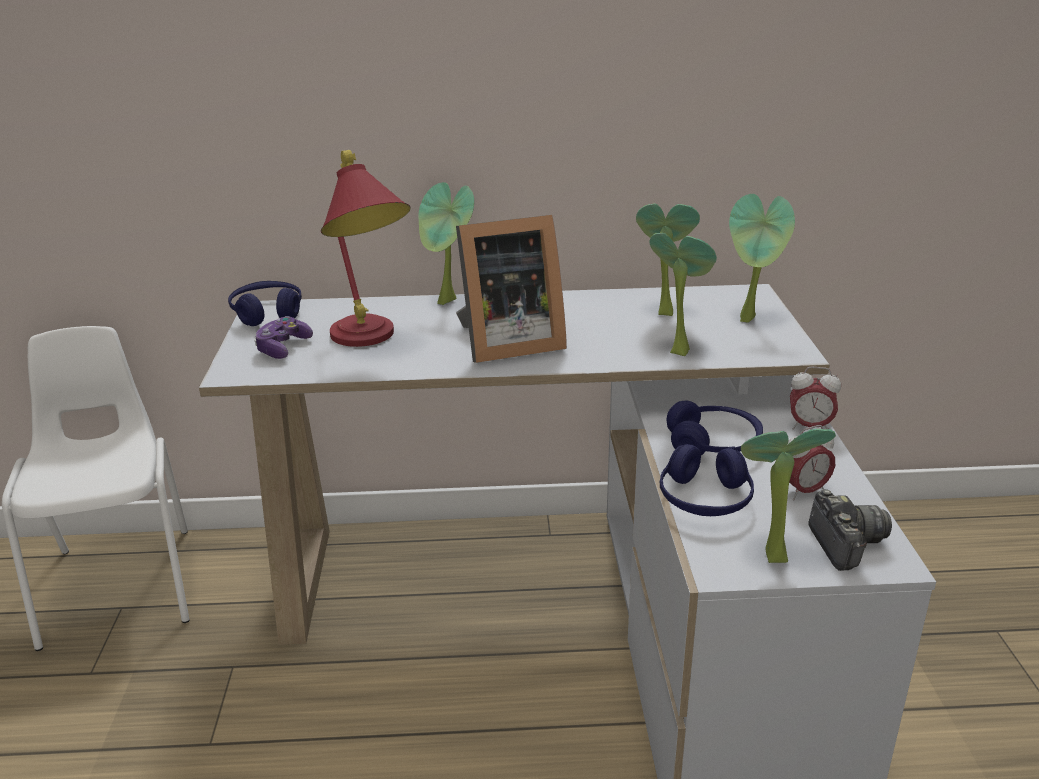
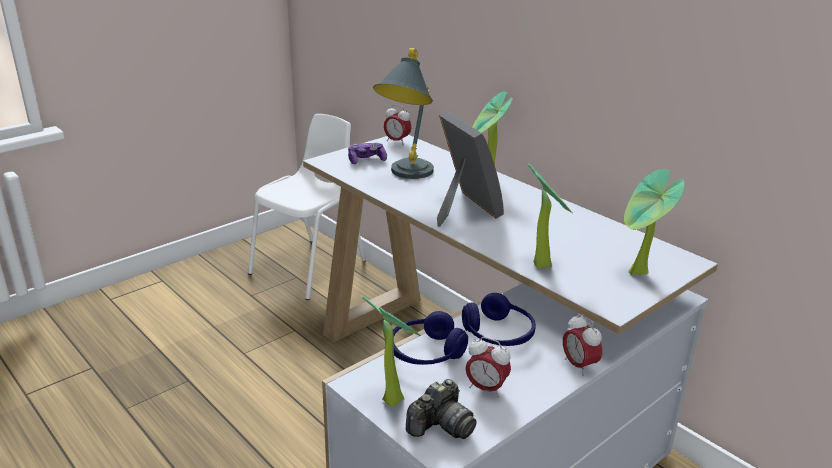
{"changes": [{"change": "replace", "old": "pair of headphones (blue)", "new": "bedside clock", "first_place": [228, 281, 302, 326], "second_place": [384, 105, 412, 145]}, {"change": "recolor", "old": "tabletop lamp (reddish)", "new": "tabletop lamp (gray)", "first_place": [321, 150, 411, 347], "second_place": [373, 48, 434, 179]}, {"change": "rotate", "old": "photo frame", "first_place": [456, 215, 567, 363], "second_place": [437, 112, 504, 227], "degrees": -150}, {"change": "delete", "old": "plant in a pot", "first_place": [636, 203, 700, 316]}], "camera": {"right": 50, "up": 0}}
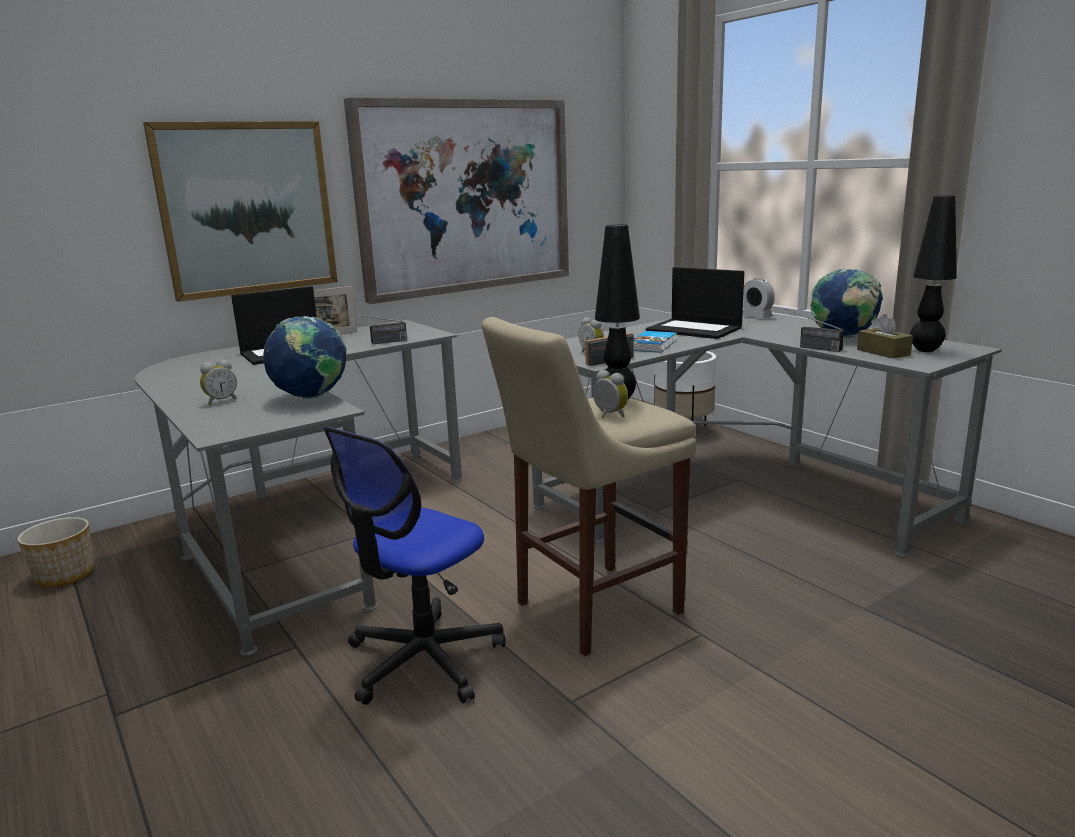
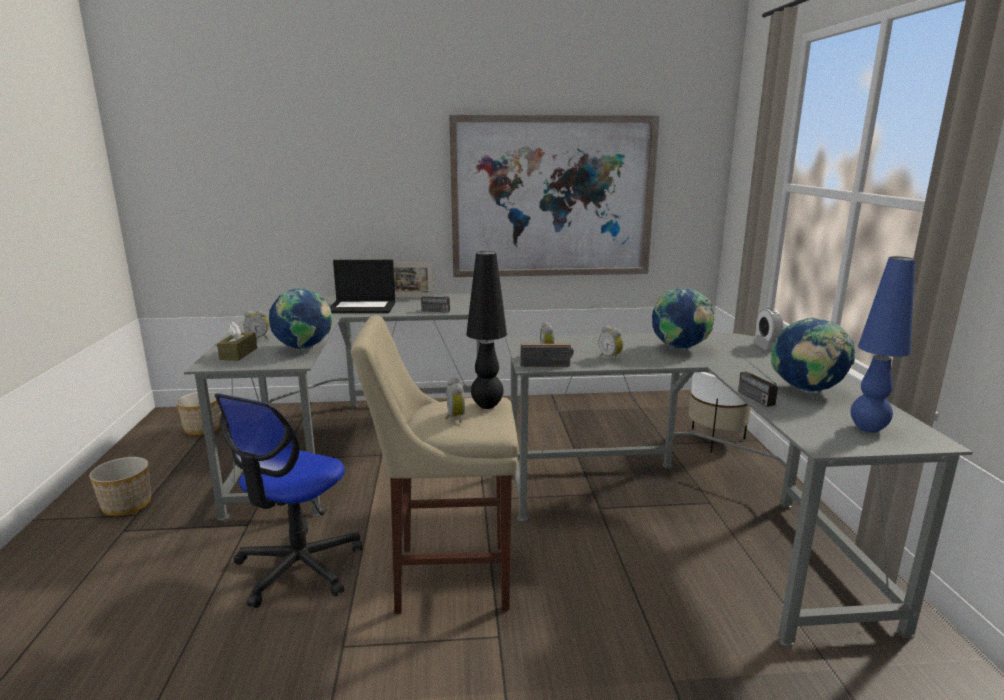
{"changes": [{"change": "delete", "old": "wall picture", "first_place": [143, 121, 338, 302]}, {"change": "rotate", "old": "desk chair", "first_place": [323, 427, 505, 705], "second_place": [214, 393, 362, 608], "degrees": -45}, {"change": "replace", "old": "book", "new": "bedside clock", "first_place": [634, 331, 677, 353], "second_place": [599, 325, 623, 361]}, {"change": "replace", "old": "portable computer", "new": "globe", "first_place": [646, 267, 744, 339], "second_place": [652, 288, 714, 350]}, {"change": "move", "old": "tissue holder (brown-coloured)", "first_place": [857, 314, 913, 359], "second_place": [217, 322, 257, 361]}, {"change": "recolor", "old": "tabletop lamp (black)", "new": "tabletop lamp (blue)", "first_place": [910, 195, 957, 352], "second_place": [851, 256, 915, 433]}, {"change": "insert", "new": "plant pot", "second_place": [89, 457, 151, 516]}], "camera": {"right": 30, "up": 0}}
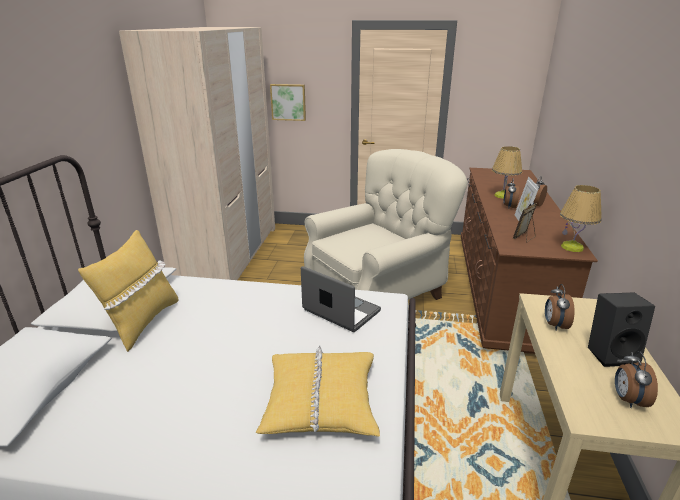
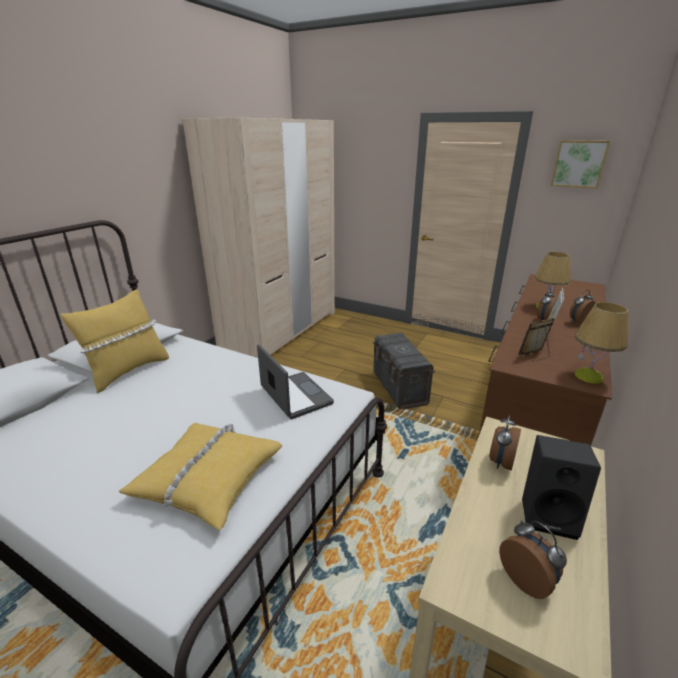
{"changes": [{"change": "move", "old": "wall picture", "first_place": [270, 84, 306, 121], "second_place": [551, 140, 610, 188]}, {"change": "replace", "old": "lounge chair (beige)", "new": "storage container (gray)", "first_place": [304, 149, 468, 300], "second_place": [373, 333, 435, 409]}, {"change": "rotate", "old": "bedside clock", "first_place": [615, 351, 658, 408], "second_place": [499, 520, 567, 599], "degrees": 120}], "camera": {"right": 20, "up": 0}}
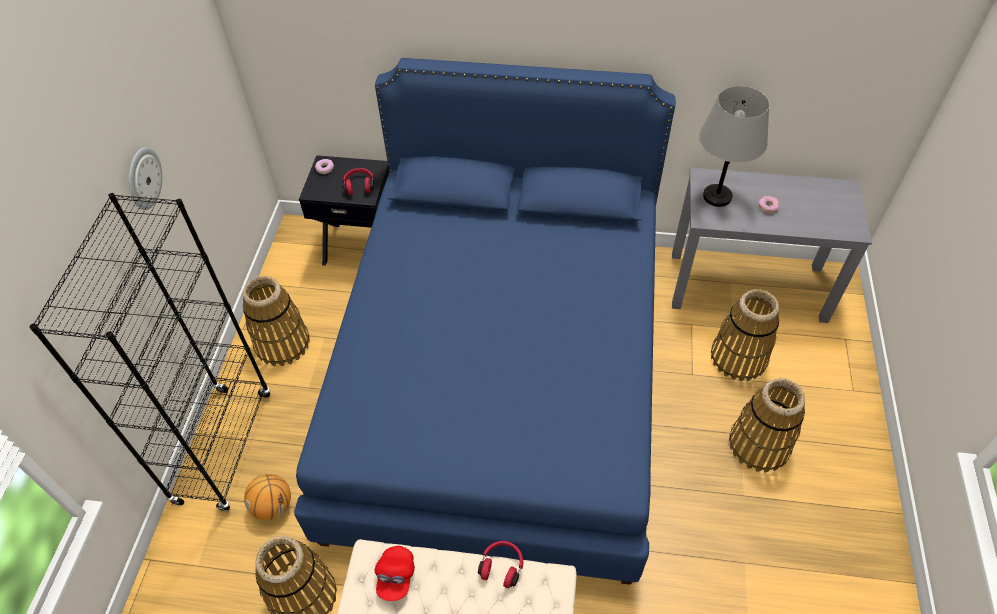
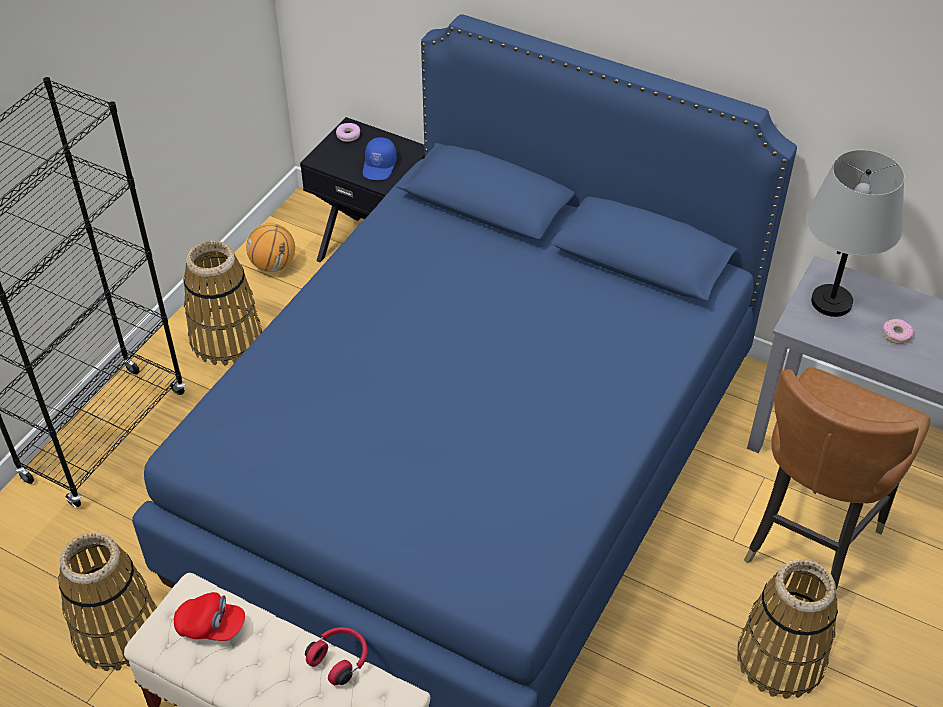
{"changes": [{"change": "delete", "old": "hanging clock", "first_place": [129, 147, 162, 210]}, {"change": "move", "old": "basketball ball", "first_place": [244, 474, 291, 520], "second_place": [246, 223, 295, 272]}, {"change": "replace", "old": "pair of headphones (reddish)", "new": "peaked cap (blue)", "first_place": [343, 168, 374, 195], "second_place": [363, 137, 397, 180]}, {"change": "rotate", "old": "peaked cap (reddish)", "first_place": [375, 546, 415, 601], "second_place": [174, 592, 245, 641], "degrees": -105}, {"change": "replace", "old": "basket", "new": "upright chair (brown-coloured)", "first_place": [711, 289, 779, 381], "second_place": [744, 367, 931, 590]}], "camera": {"right": 20, "up": -5}}
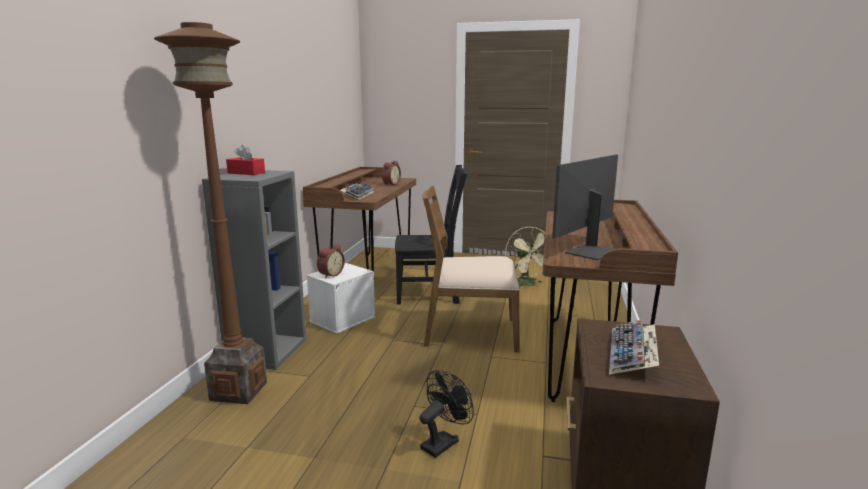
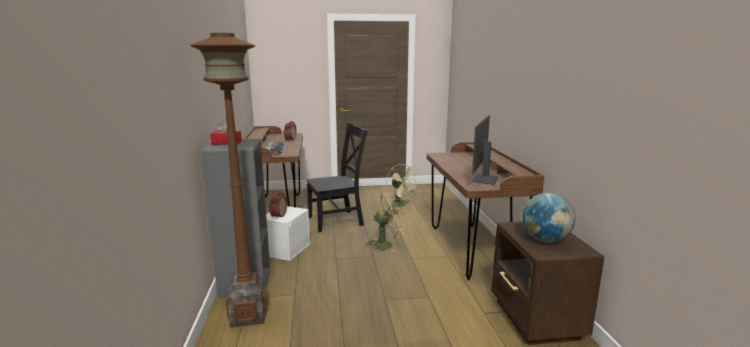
{"changes": [{"change": "delete", "old": "fan (black)", "first_place": [419, 370, 474, 458]}, {"change": "replace", "old": "upright chair (brown-coloured)", "new": "fan (beige)", "first_place": [422, 186, 519, 352], "second_place": [365, 193, 405, 252]}, {"change": "replace", "old": "PC keyboard", "new": "globe", "first_place": [609, 320, 659, 375], "second_place": [522, 193, 576, 243]}], "camera": {"right": -20, "up": 0}}
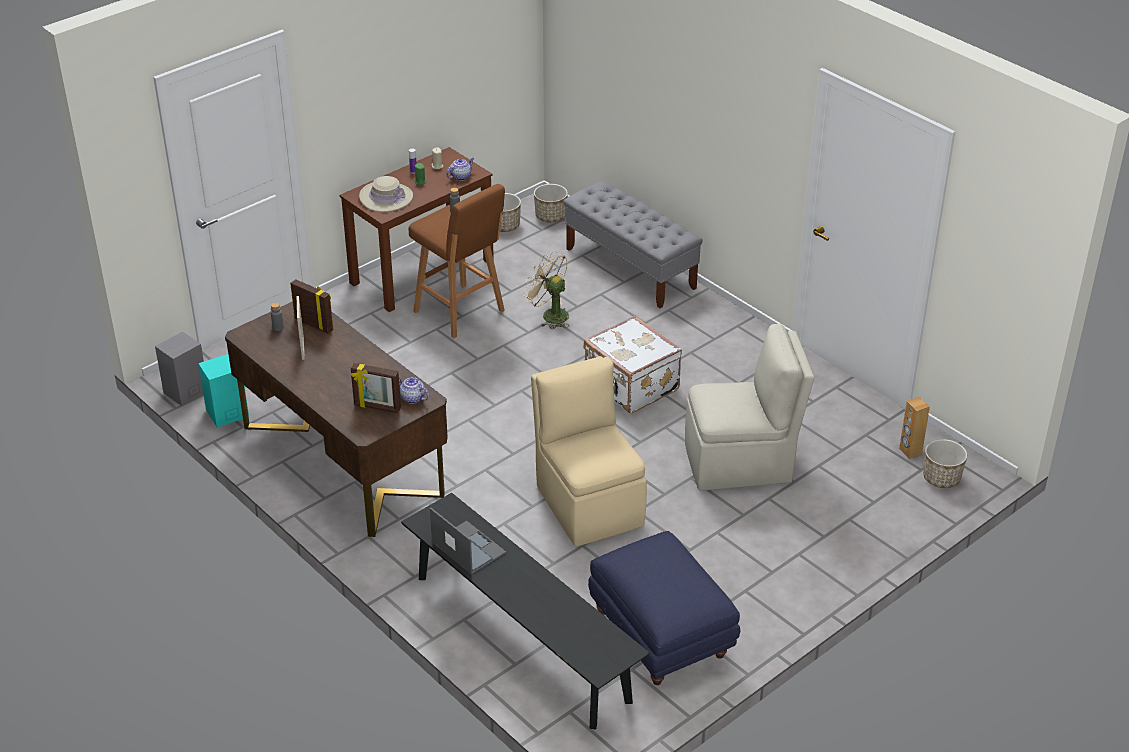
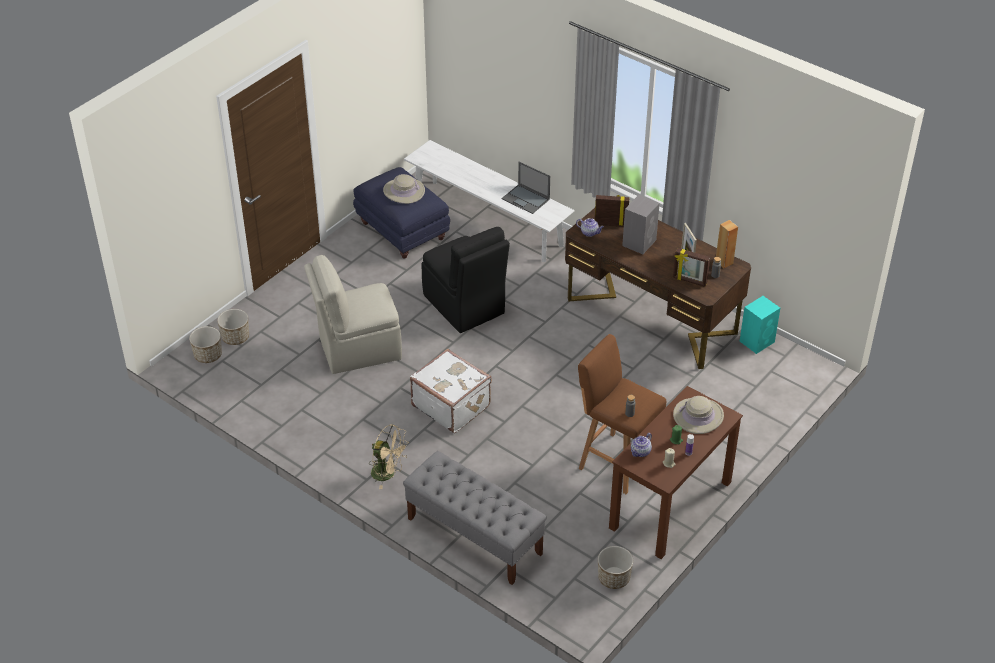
{"changes": [{"change": "move", "old": "loudspeaker (gray)", "first_place": [155, 331, 204, 406], "second_place": [622, 195, 660, 254]}, {"change": "recolor", "old": "bench (black)", "new": "bench (white-coloured)", "first_place": [401, 493, 650, 730], "second_place": [404, 140, 575, 262]}, {"change": "move", "old": "fan (beige)", "first_place": [523, 251, 569, 329], "second_place": [369, 424, 409, 489]}, {"change": "recolor", "old": "upright chair (beige)", "new": "upright chair (black)", "first_place": [531, 356, 647, 546], "second_place": [422, 227, 510, 333]}, {"change": "move", "old": "plant pot", "first_place": [534, 184, 568, 222], "second_place": [217, 309, 249, 345]}, {"change": "move", "old": "loudspeaker (brown-coloured)", "first_place": [899, 397, 930, 459], "second_place": [716, 220, 738, 268]}, {"change": "insert", "new": "clothing hat (beige)", "second_place": [383, 174, 425, 204]}], "camera": {"right": 170, "up": 5}}
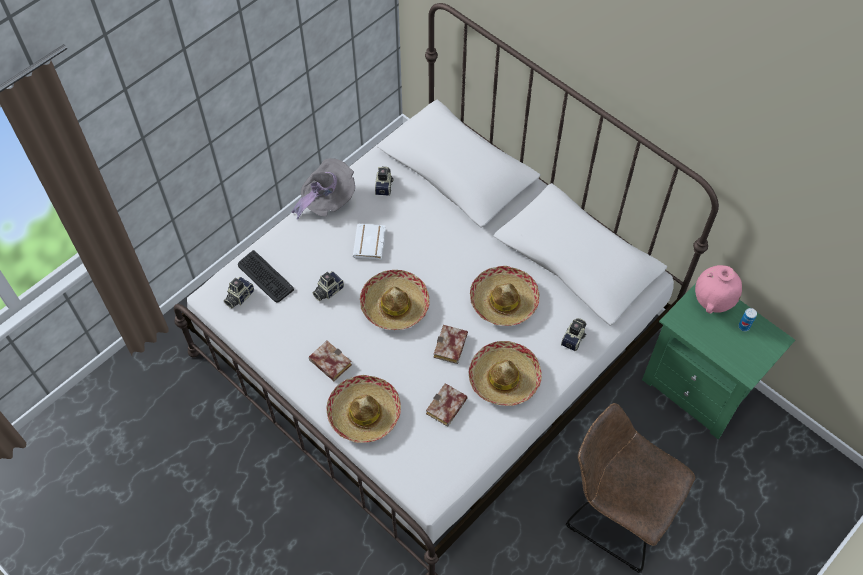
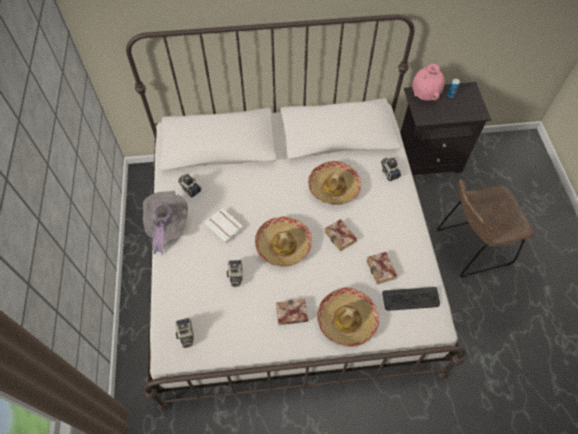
{"changes": [{"change": "move", "old": "PC keyboard", "first_place": [238, 250, 294, 303], "second_place": [382, 287, 440, 311]}, {"change": "delete", "old": "clothing hat", "first_place": [469, 341, 542, 406]}, {"change": "recolor", "old": "bedside table (greenish)", "new": "bedside table (black)", "first_place": [642, 283, 795, 439], "second_place": [400, 82, 491, 175]}], "camera": {"right": -50, "up": 0}}
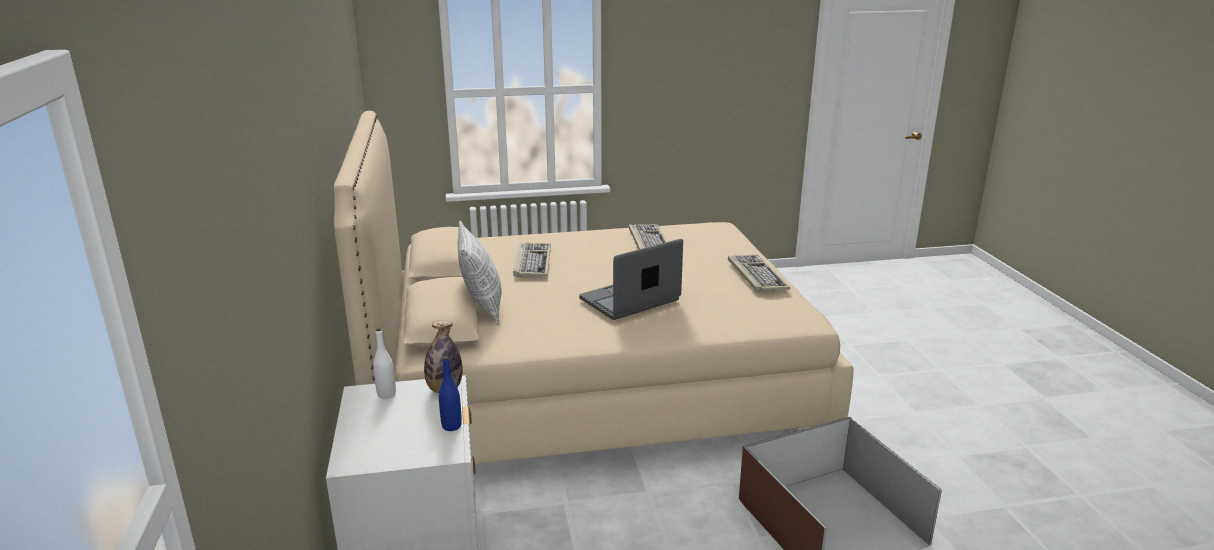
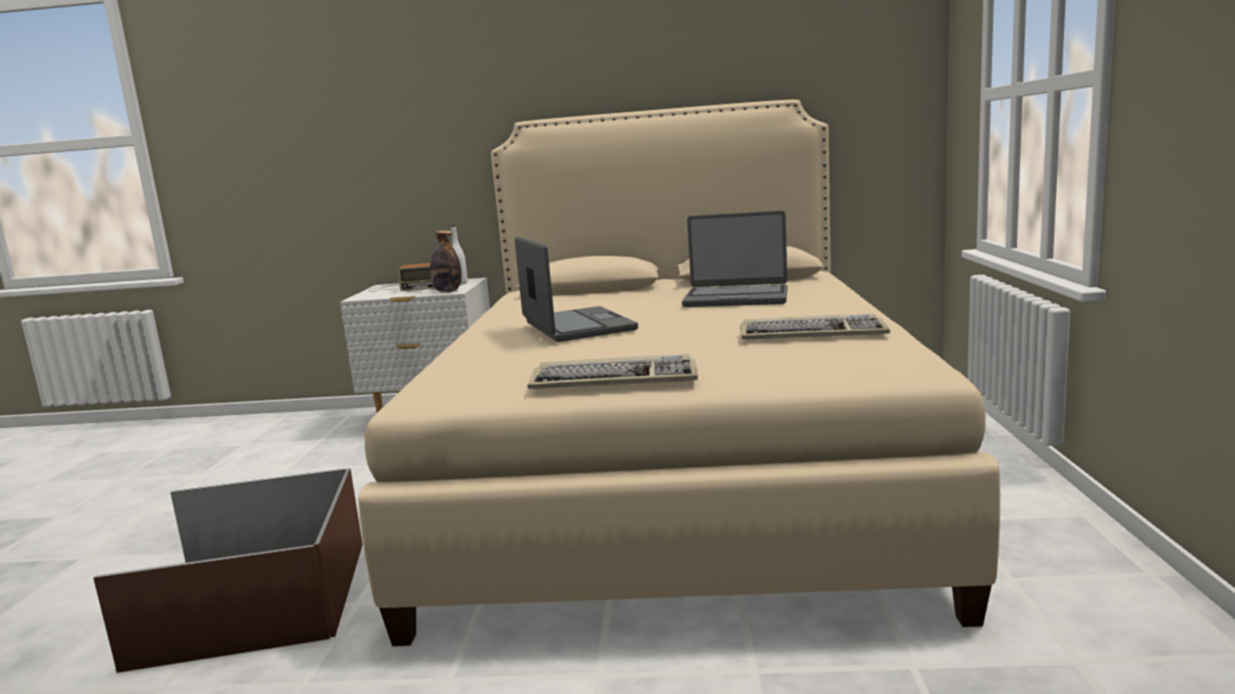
{"changes": [{"change": "delete", "old": "beverage bottle (blue)", "first_place": [439, 356, 462, 431]}, {"change": "delete", "old": "pillow", "first_place": [458, 221, 501, 325]}, {"change": "replace", "old": "PC keyboard", "new": "portable computer", "first_place": [513, 243, 551, 277], "second_place": [682, 211, 788, 307]}, {"change": "insert", "new": "radio receiver", "second_place": [369, 263, 435, 292]}], "camera": {"right": 105, "up": -10}}
